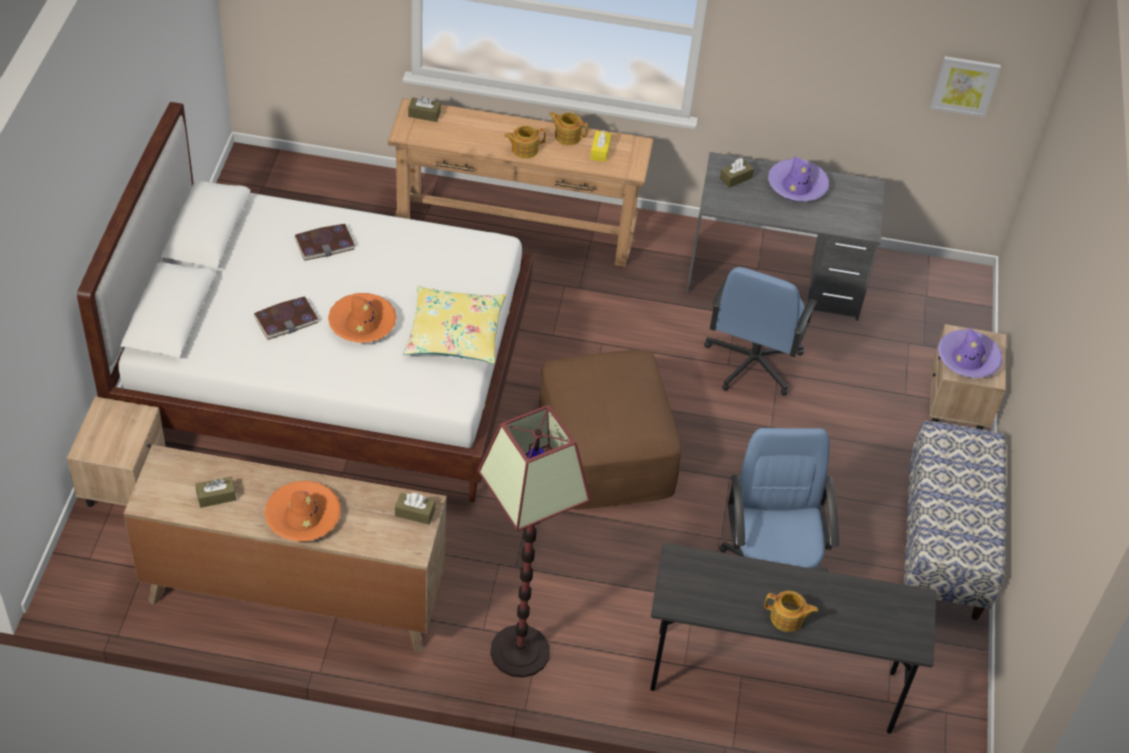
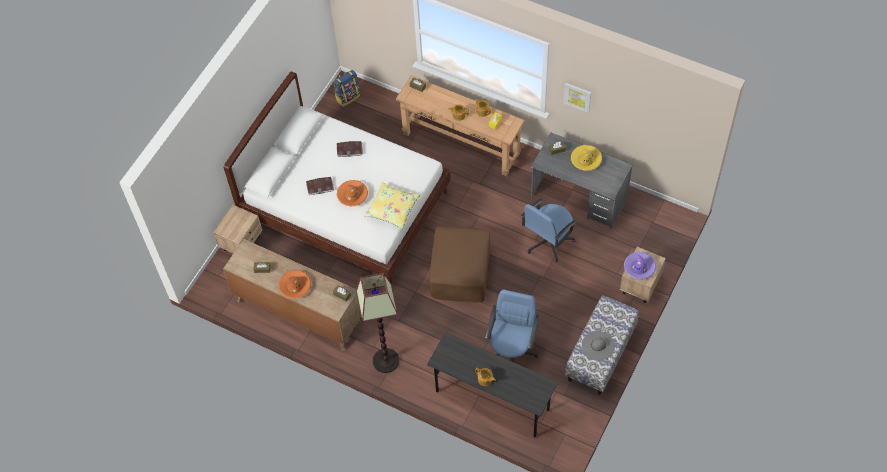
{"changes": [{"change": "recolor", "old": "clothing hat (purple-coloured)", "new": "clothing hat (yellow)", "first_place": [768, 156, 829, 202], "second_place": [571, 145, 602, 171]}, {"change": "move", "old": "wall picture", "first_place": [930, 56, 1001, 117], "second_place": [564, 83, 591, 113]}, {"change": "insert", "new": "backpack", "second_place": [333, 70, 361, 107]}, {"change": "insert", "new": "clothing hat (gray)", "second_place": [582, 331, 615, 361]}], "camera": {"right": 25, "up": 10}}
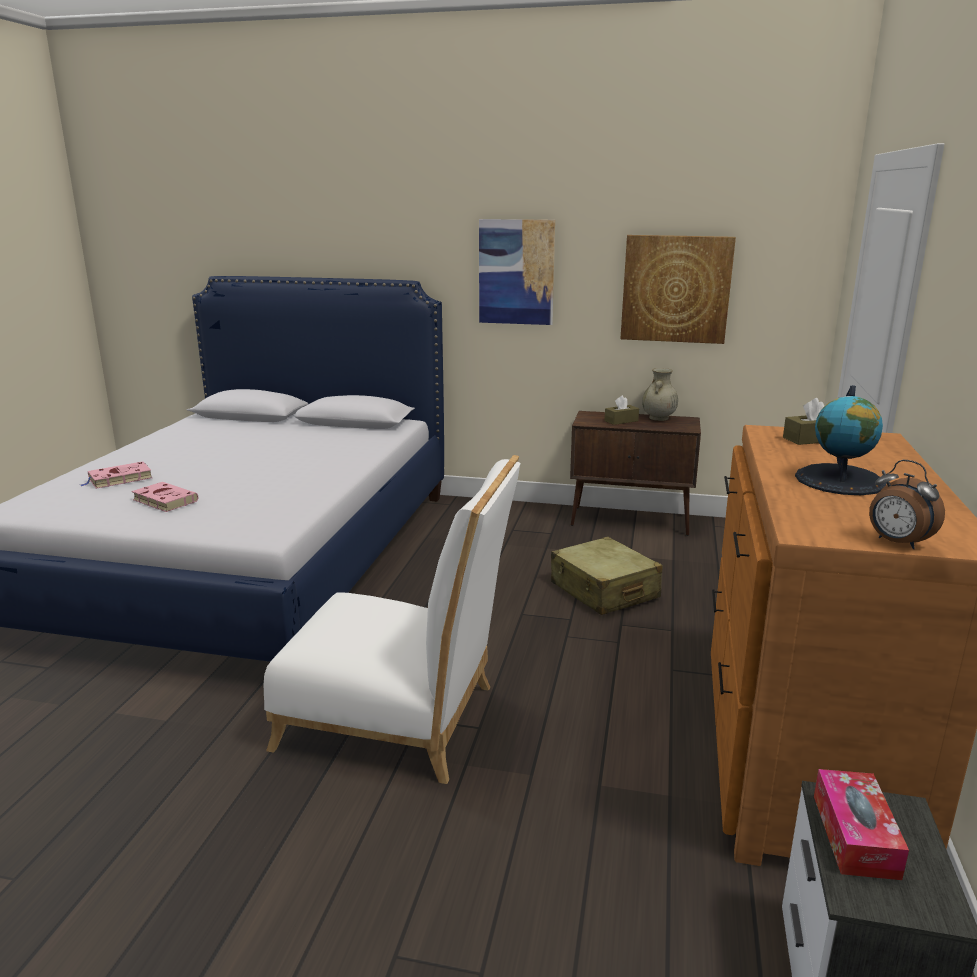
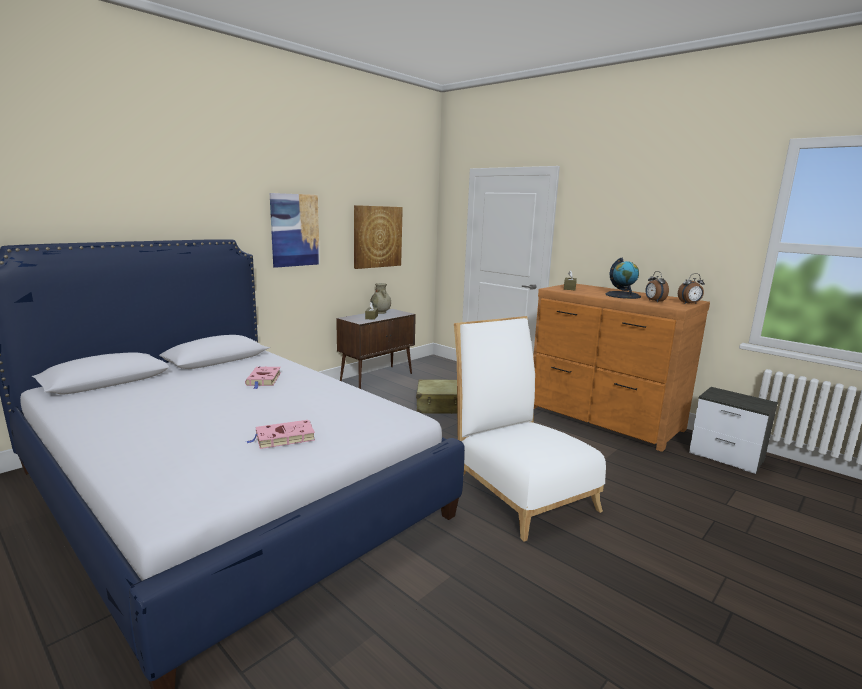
{"changes": [{"change": "move", "old": "book (pink-coloured)", "first_place": [81, 461, 152, 489], "second_place": [245, 366, 281, 389]}, {"change": "rotate", "old": "upright chair (white-coloured)", "first_place": [264, 455, 520, 784], "second_place": [454, 316, 606, 542], "degrees": -75}, {"change": "delete", "old": "tissue holder", "first_place": [814, 769, 909, 880]}, {"change": "insert", "new": "bedside clock", "second_place": [645, 271, 669, 302]}], "camera": {"right": -60, "up": -5}}
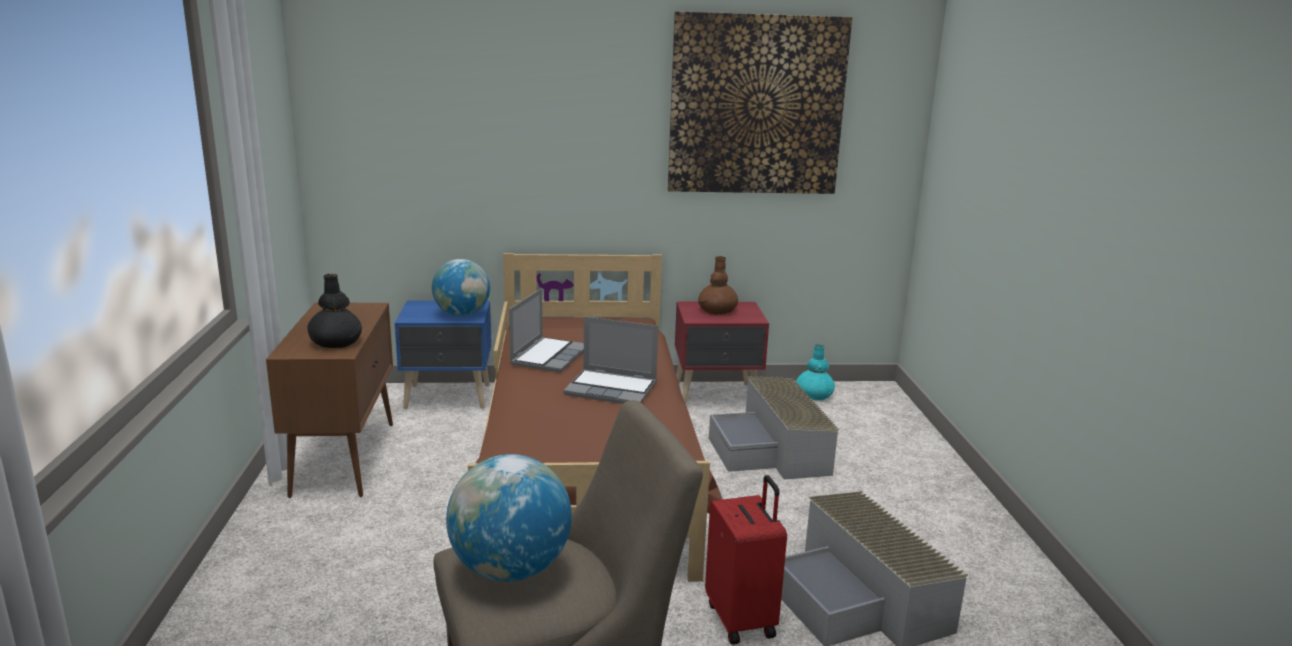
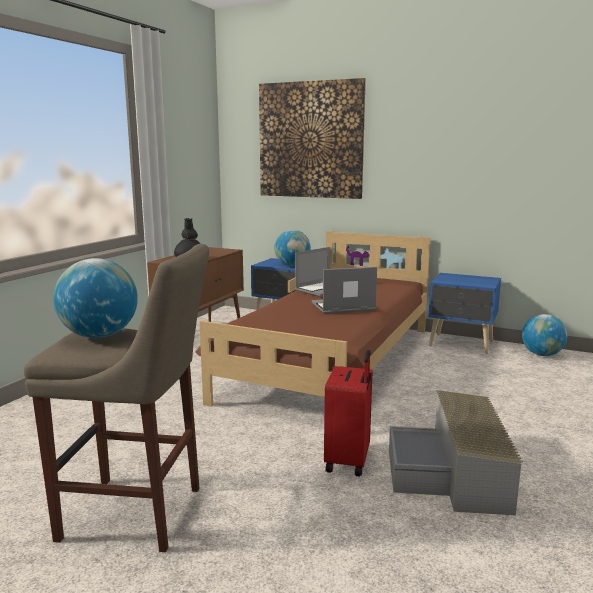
{"changes": [{"change": "rotate", "old": "portable computer", "first_place": [563, 316, 658, 404], "second_place": [312, 267, 377, 314], "degrees": 120}, {"change": "move", "old": "wall picture", "first_place": [668, 11, 852, 194], "second_place": [259, 78, 366, 199]}, {"change": "recolor", "old": "bedside table (reddish)", "new": "bedside table (blue)", "first_place": [675, 301, 769, 404], "second_place": [428, 273, 501, 354]}, {"change": "delete", "old": "decorative vase (brown-coloured)", "first_place": [698, 256, 738, 315]}, {"change": "delete", "old": "storage container (gray)", "first_place": [709, 376, 839, 480]}, {"change": "replace", "old": "decorative vase (turquoise-coloured)", "new": "globe", "first_place": [796, 344, 835, 400], "second_place": [522, 314, 567, 356]}], "camera": {"right": 30, "up": -5}}
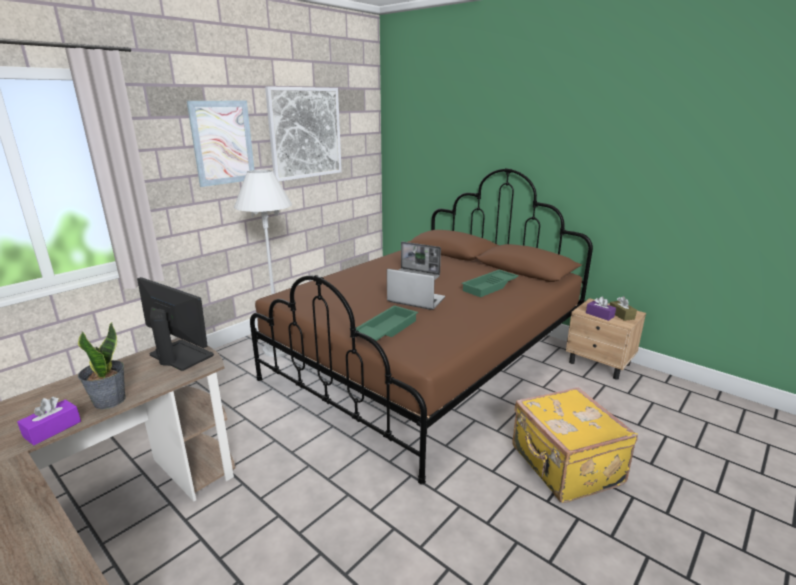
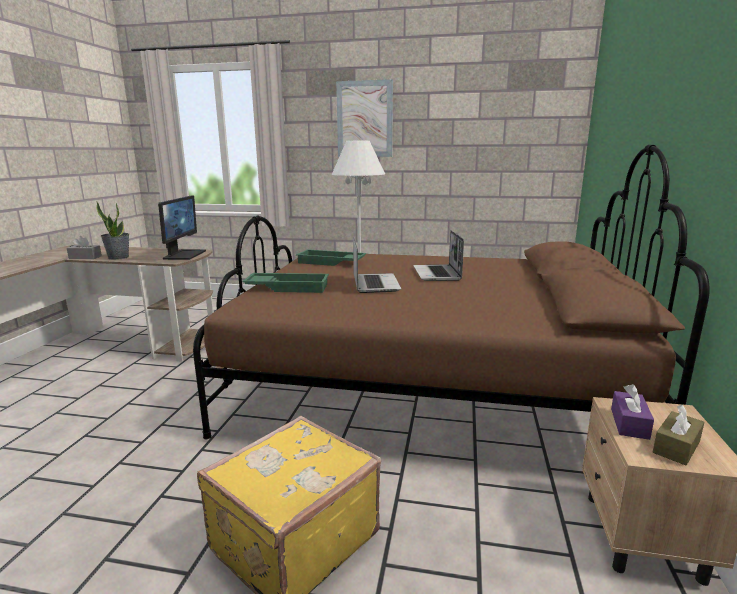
{"changes": [{"change": "recolor", "old": "tissue holder (purple-coloured)", "new": "tissue holder (gray)", "first_place": [17, 397, 81, 445], "second_place": [67, 236, 102, 259]}, {"change": "delete", "old": "wall picture", "first_place": [265, 86, 342, 181]}, {"change": "move", "old": "serving tray (greenish)", "first_place": [461, 270, 519, 297], "second_place": [296, 249, 366, 266]}], "camera": {"right": 60, "up": -5}}
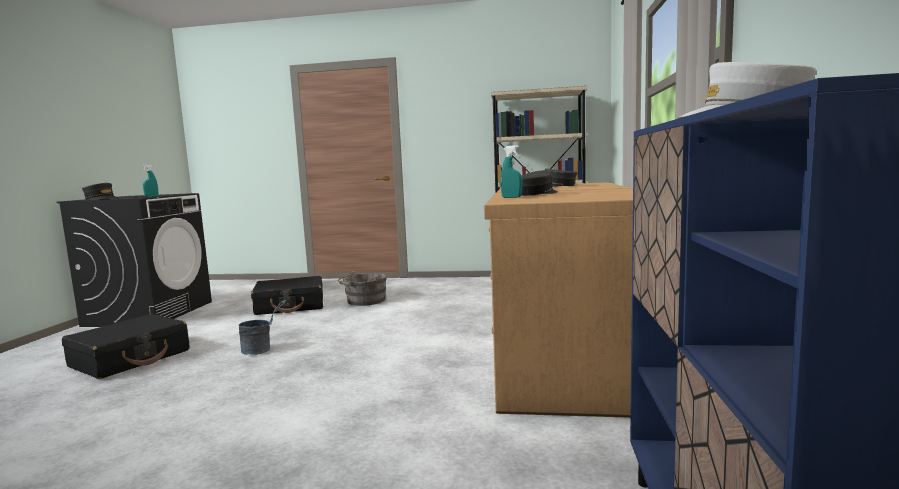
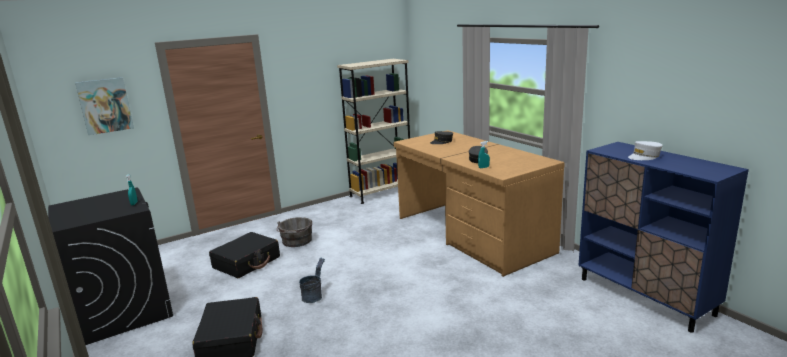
{"changes": [{"change": "delete", "old": "peaked cap (gray)", "first_place": [82, 183, 118, 200]}, {"change": "insert", "new": "wall picture", "second_place": [75, 77, 134, 135]}], "camera": {"right": -40, "up": 10}}
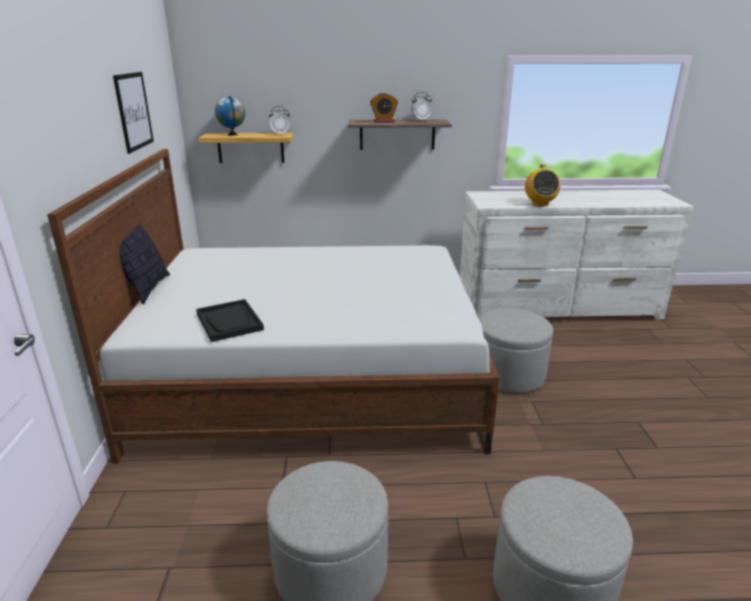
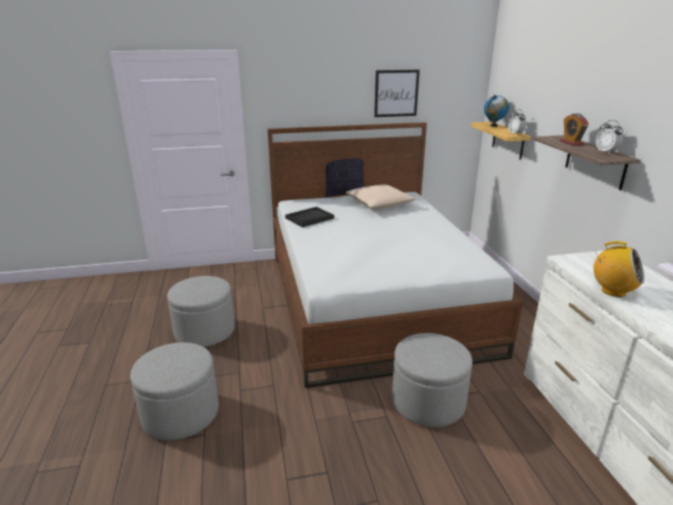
{"changes": [{"change": "rotate", "old": "radio receiver", "first_place": [525, 164, 560, 207], "second_place": [593, 241, 644, 297], "degrees": -135}, {"change": "insert", "new": "pillow (beige)", "second_place": [345, 184, 416, 209]}], "camera": {"right": 80, "up": 0}}
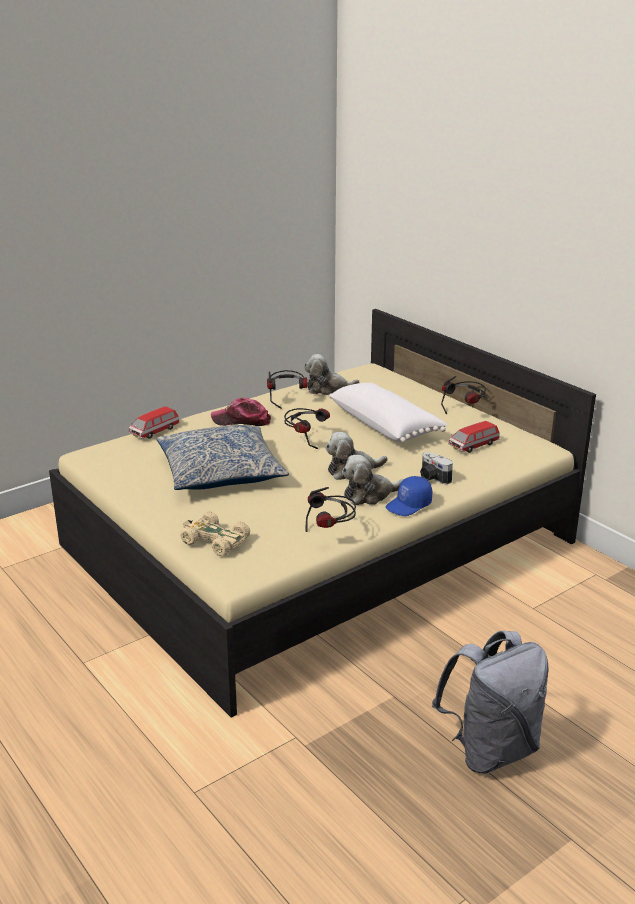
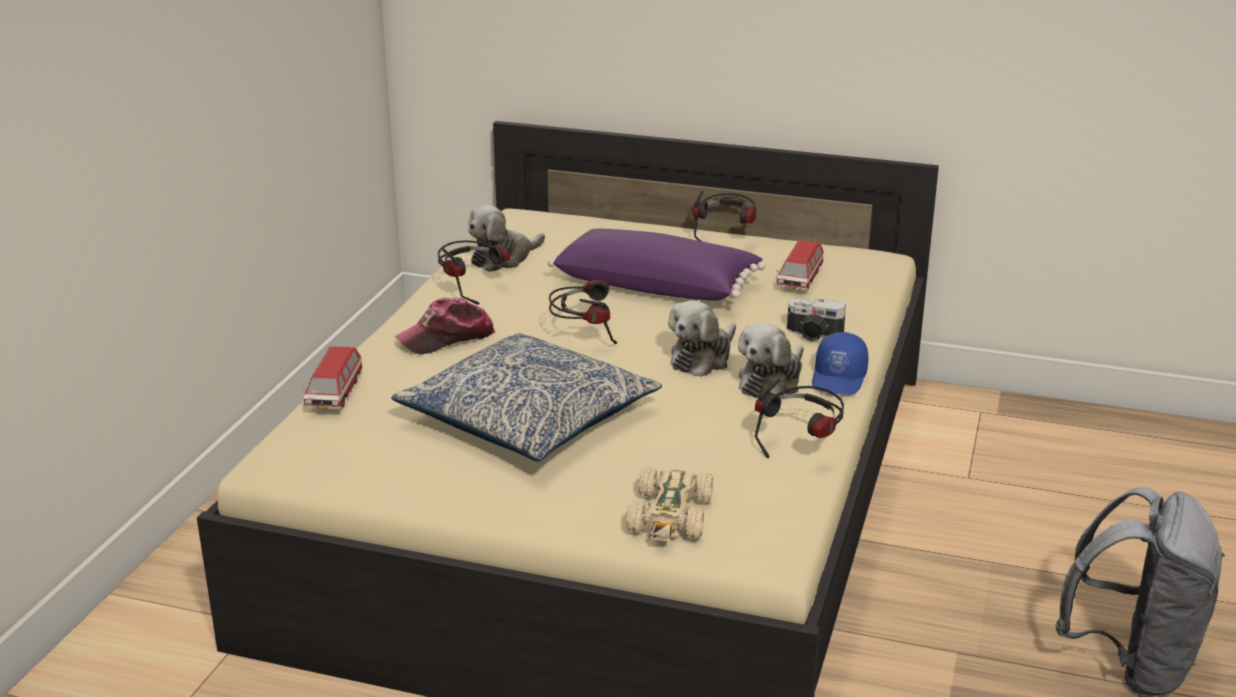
{"changes": [{"change": "rotate", "old": "toy car (beige)", "first_place": [180, 512, 250, 556], "second_place": [626, 466, 713, 541], "degrees": -75}, {"change": "recolor", "old": "pillow (white-coloured)", "new": "pillow (purple-coloured)", "first_place": [329, 383, 447, 443], "second_place": [548, 229, 765, 301]}], "camera": {"right": -35, "up": 0}}
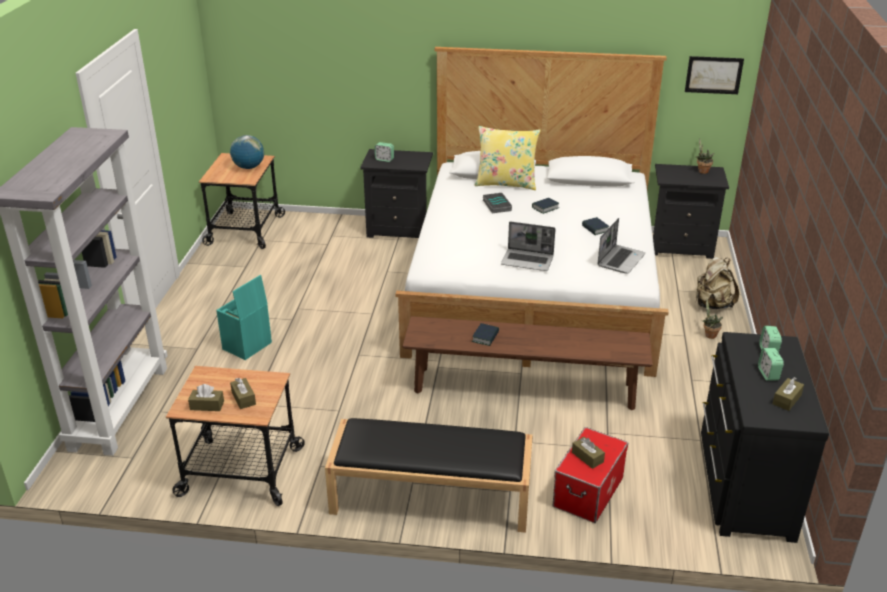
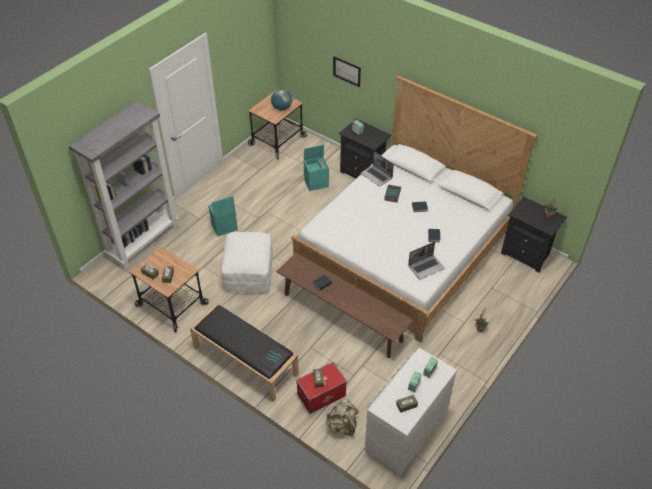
{"changes": [{"change": "delete", "old": "pillow (yellow)", "first_place": [474, 126, 541, 190]}, {"change": "move", "old": "portable computer", "first_place": [501, 221, 555, 271], "second_place": [361, 151, 394, 186]}, {"change": "move", "old": "wall picture", "first_place": [685, 56, 744, 94], "second_place": [333, 56, 361, 87]}, {"change": "move", "old": "backpack (beige)", "first_place": [695, 257, 739, 309], "second_place": [326, 399, 359, 436]}, {"change": "recolor", "old": "chest of drawers (black)", "new": "chest of drawers (white-coloured)", "first_place": [701, 332, 829, 543], "second_place": [365, 348, 457, 476]}, {"change": "insert", "new": "ottoman (white-coloured)", "second_place": [221, 232, 273, 293]}, {"change": "insert", "new": "book", "second_place": [260, 346, 287, 371]}, {"change": "insert", "new": "storage container (turquoise-coloured)", "second_place": [304, 145, 329, 191]}], "camera": {"right": 30, "up": 15}}
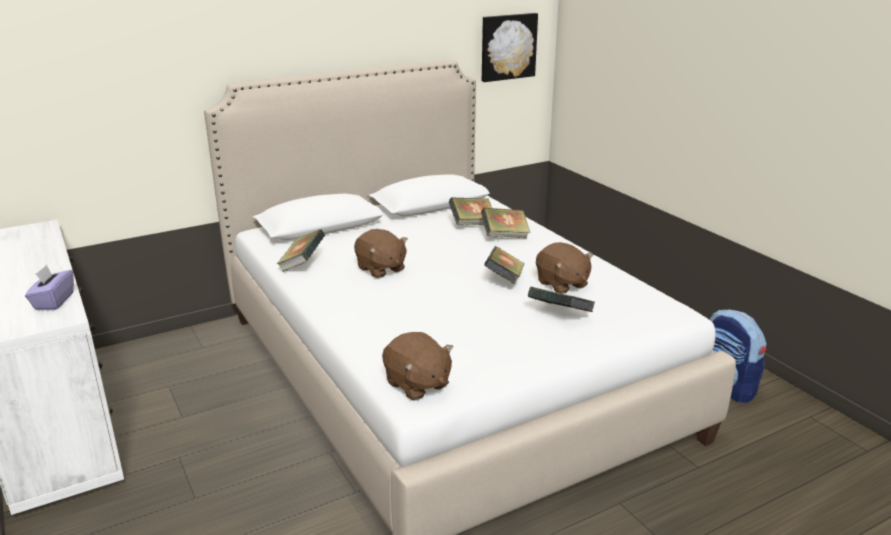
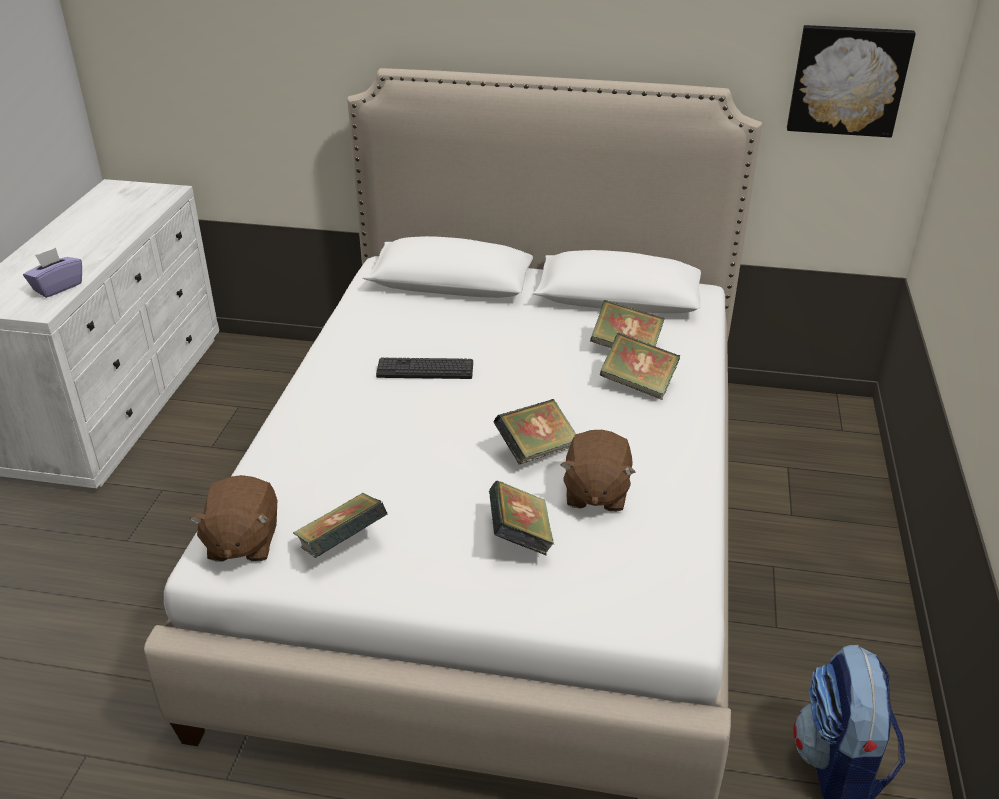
{"changes": [{"change": "move", "old": "book", "first_place": [277, 229, 326, 272], "second_place": [293, 493, 388, 558]}, {"change": "replace", "old": "soft toy (brown-coloured)", "new": "PC keyboard", "first_place": [354, 229, 408, 278], "second_place": [376, 358, 473, 379]}], "camera": {"right": 40, "up": 10}}
